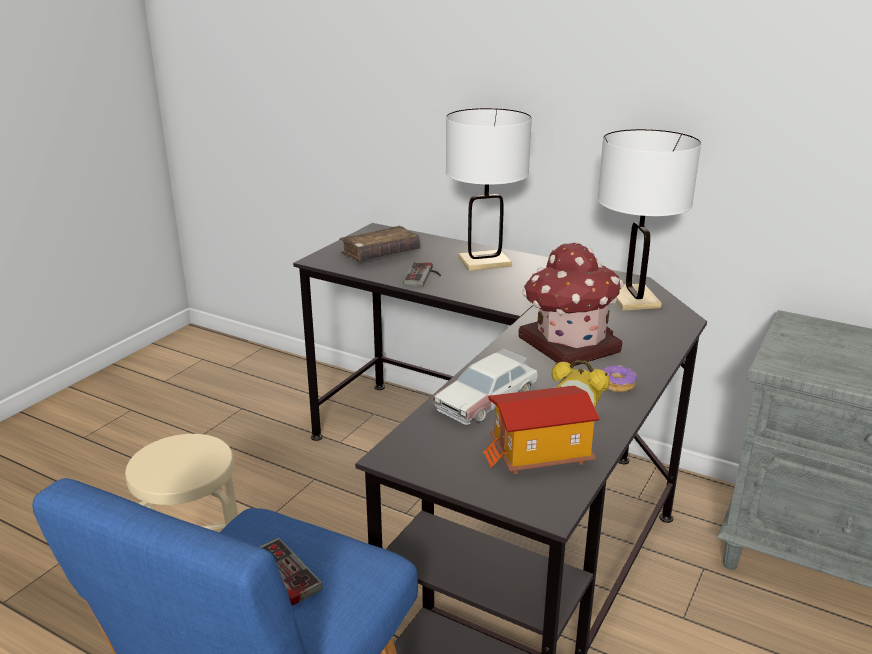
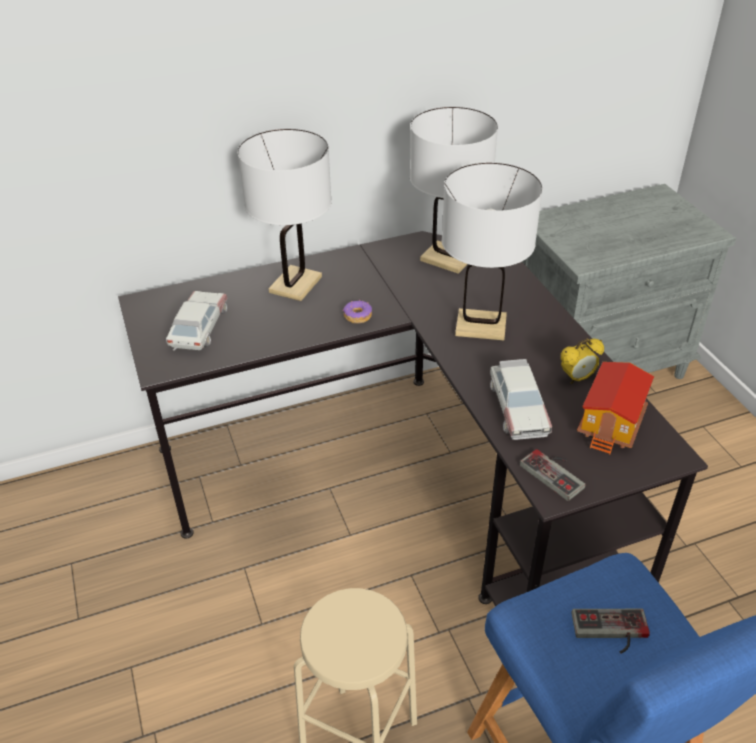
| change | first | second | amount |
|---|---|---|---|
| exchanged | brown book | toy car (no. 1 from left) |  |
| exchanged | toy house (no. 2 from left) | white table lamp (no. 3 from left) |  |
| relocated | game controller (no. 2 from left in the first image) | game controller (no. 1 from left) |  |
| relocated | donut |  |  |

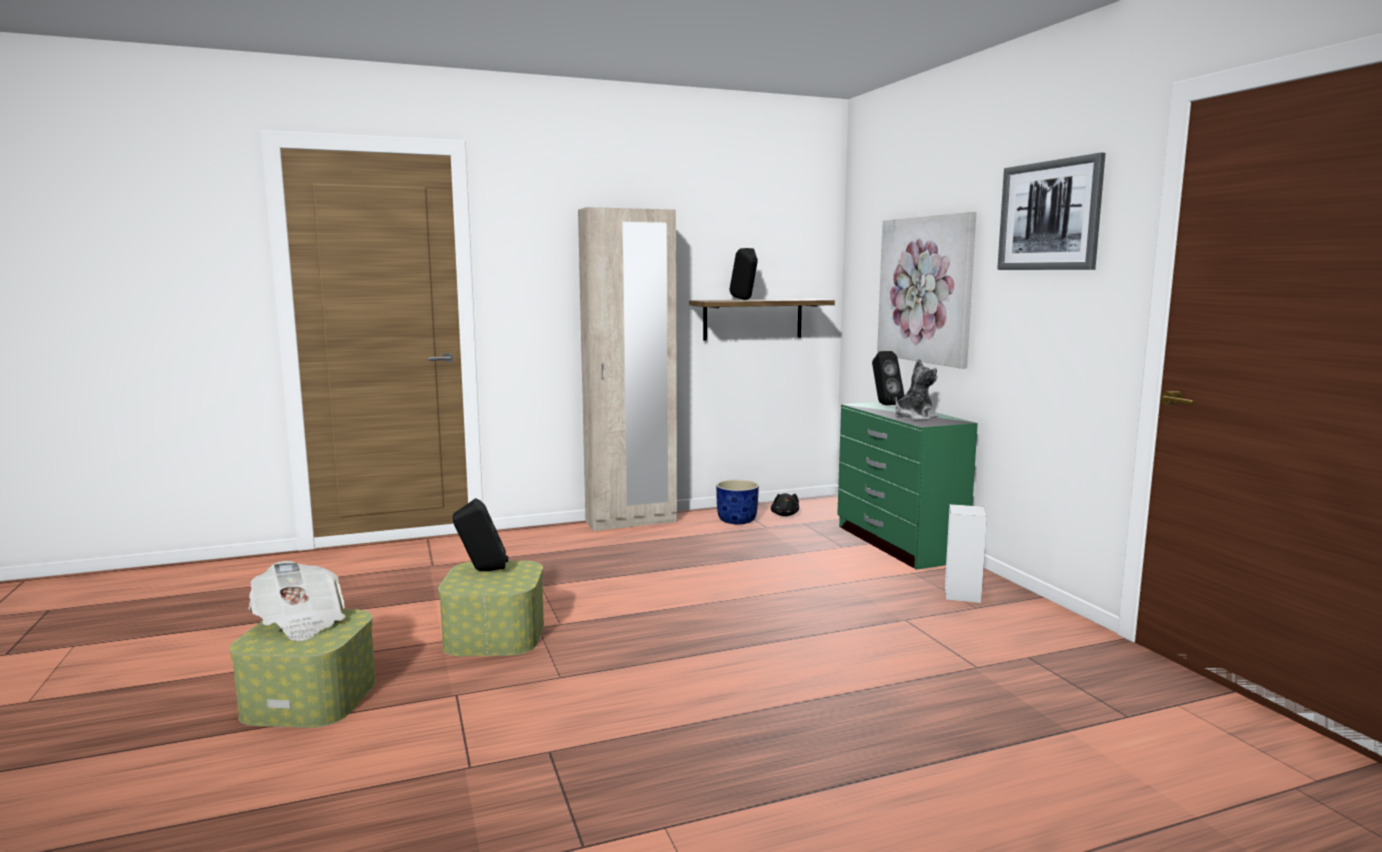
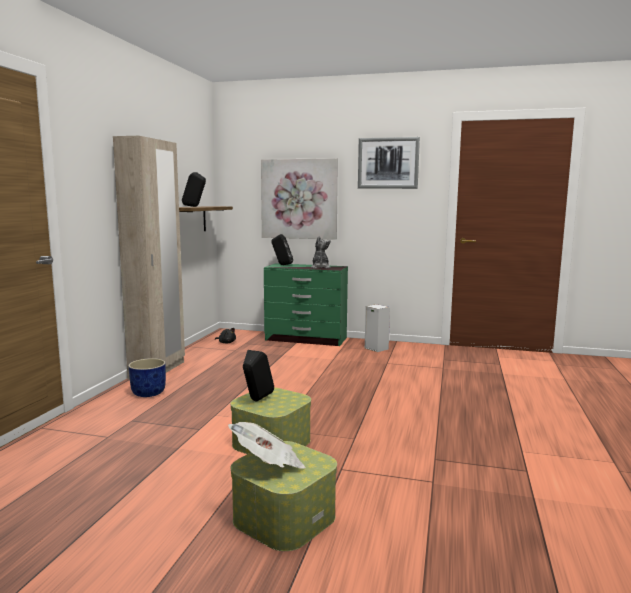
| change | first | second | amount |
|---|---|---|---|
| relocated | blue planter |  |  |

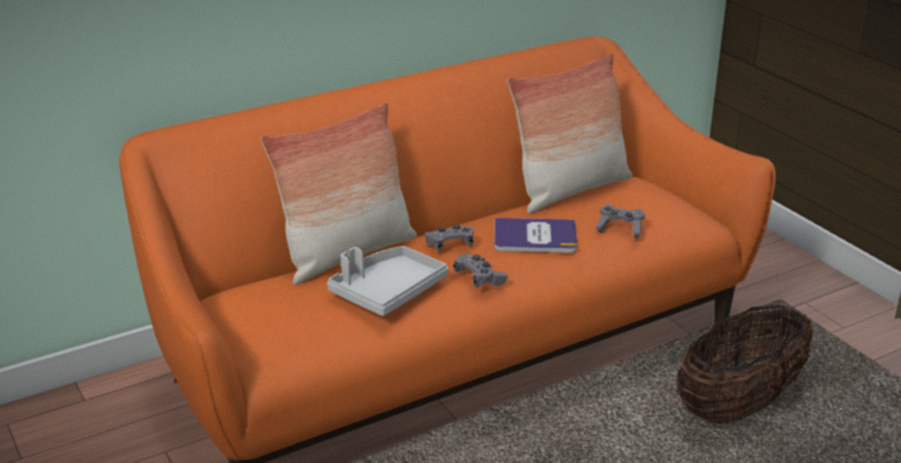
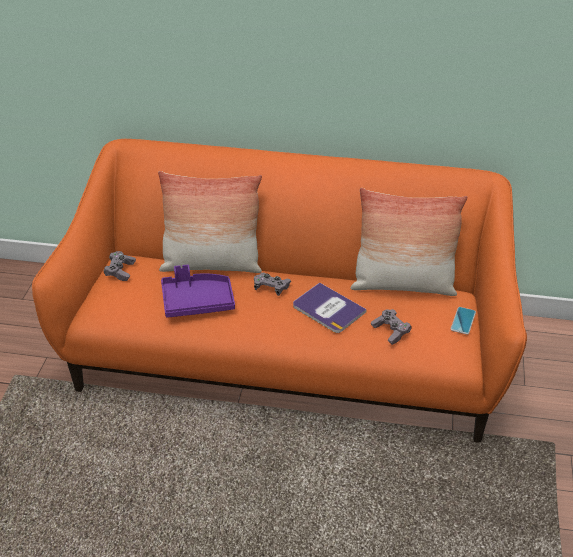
| change | first | second | amount |
|---|---|---|---|
| colour | grey tray | purple tray |  |
| relocated | grey game controller (no. 2 from left in the first image) | grey game controller (no. 1 from left) |  |
| missing | basket |  |  |
| appeared |  | phone |  |

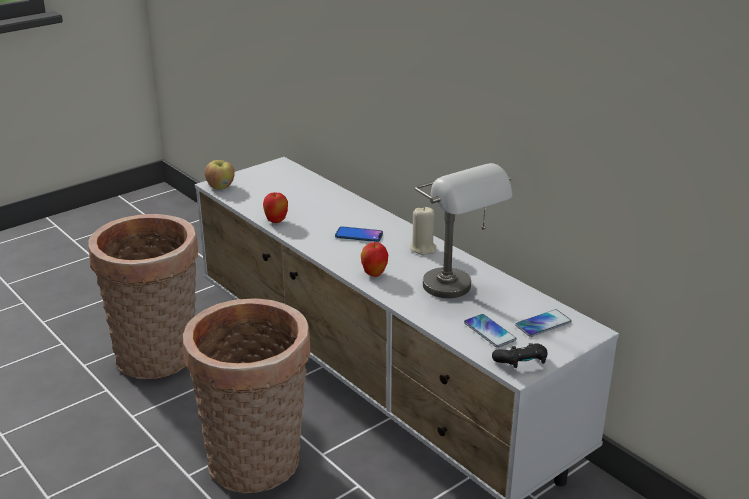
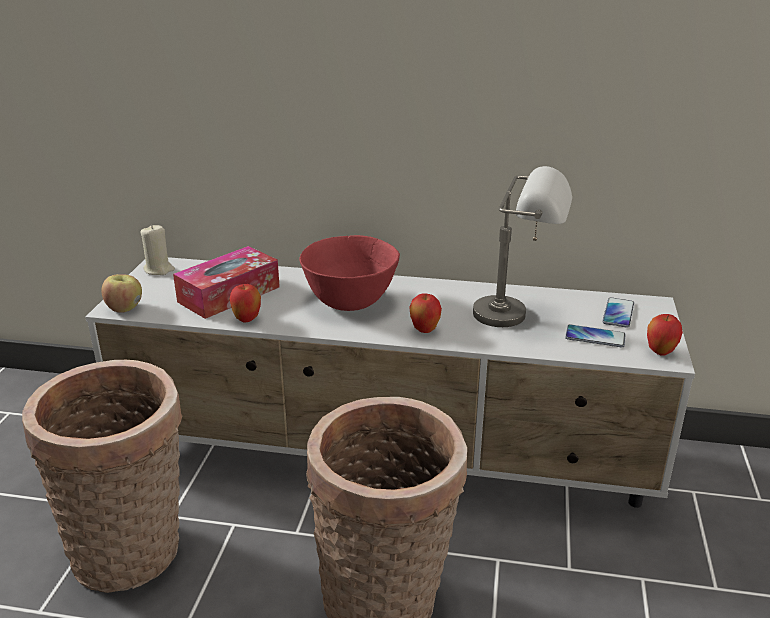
| change | first | second | amount |
|---|---|---|---|
| relocated | beige candle |  |  |
| exchanged | phone (no. 1 from left) | red bowl |  |
| exchanged | black game controller | apple (no. 4 from left) |  |
| appeared |  | tissue box |  |

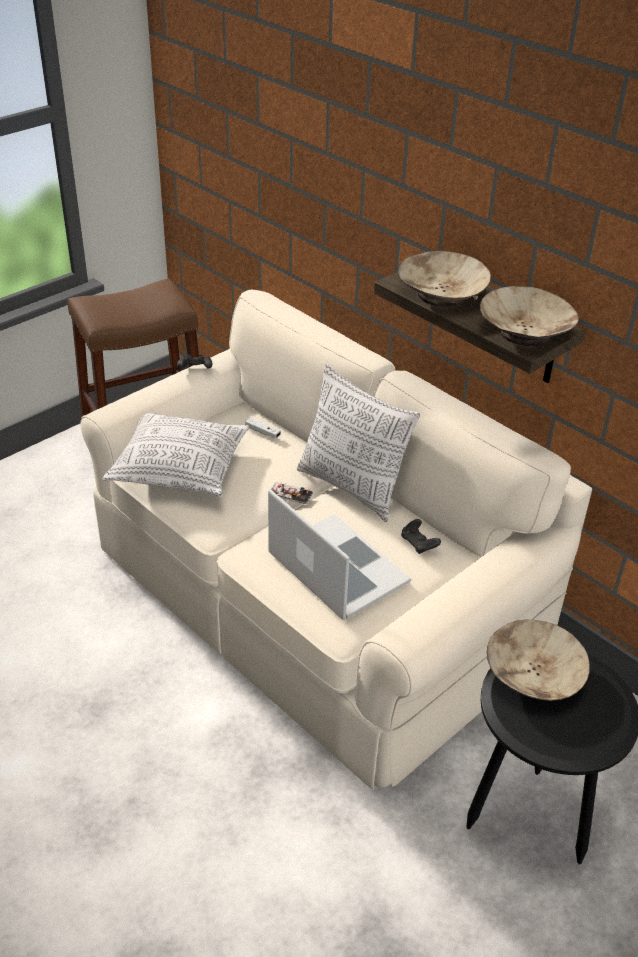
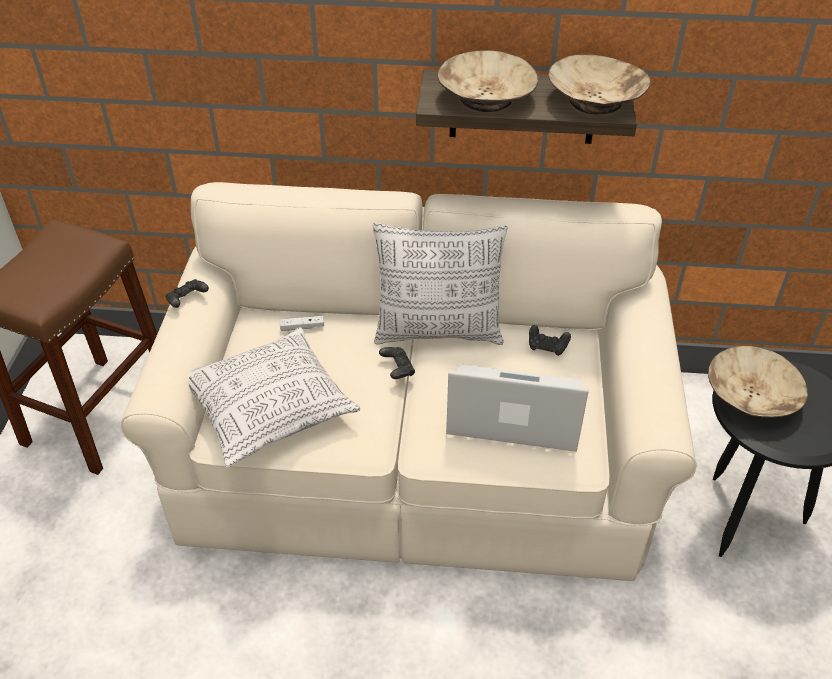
| change | first | second | amount |
|---|---|---|---|
| exchanged | phone | black game controller (no. 2 from left) |  |

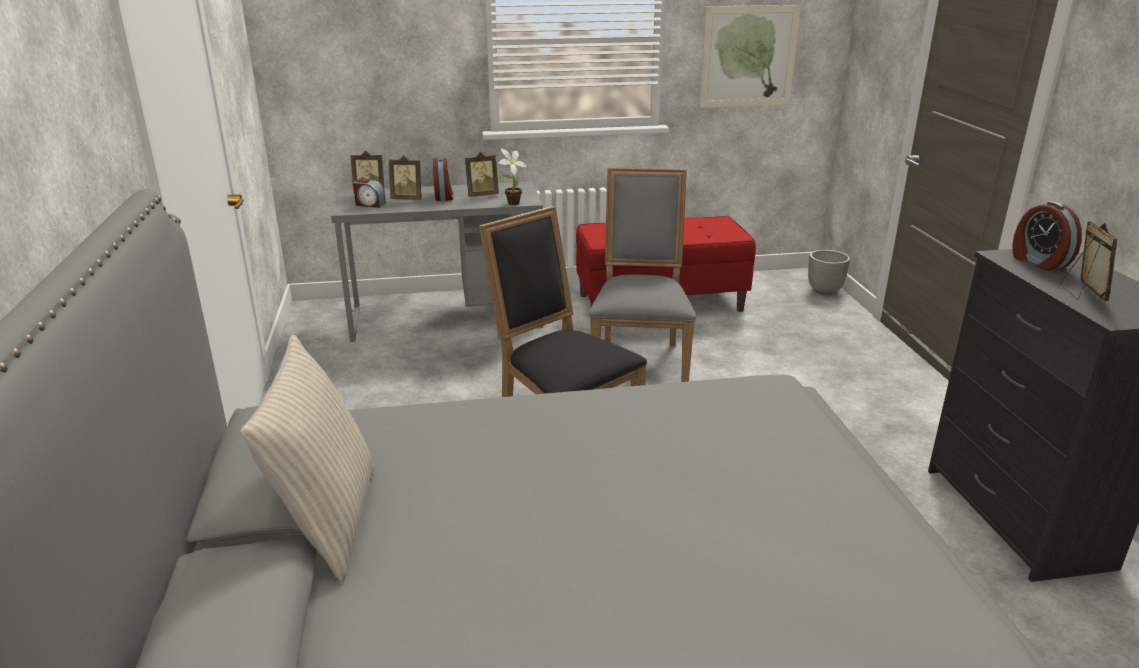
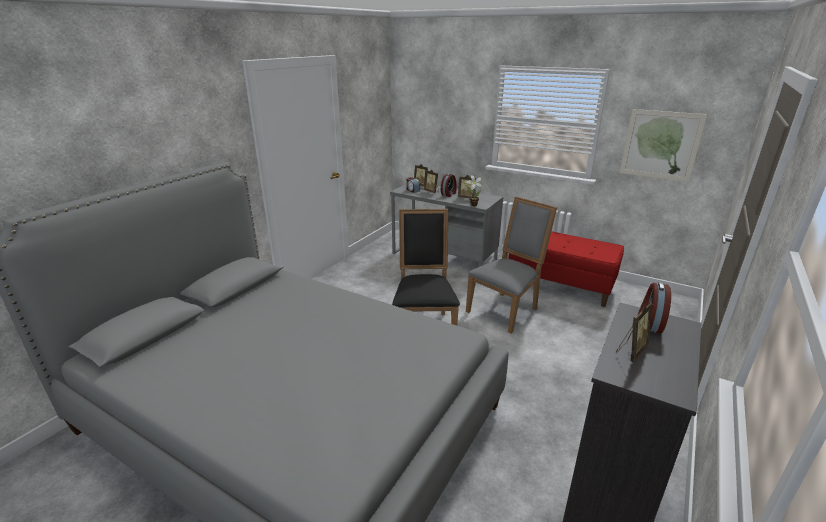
| change | first | second | amount |
|---|---|---|---|
| missing | planter |  |  |
| missing | beige pillow |  |  |

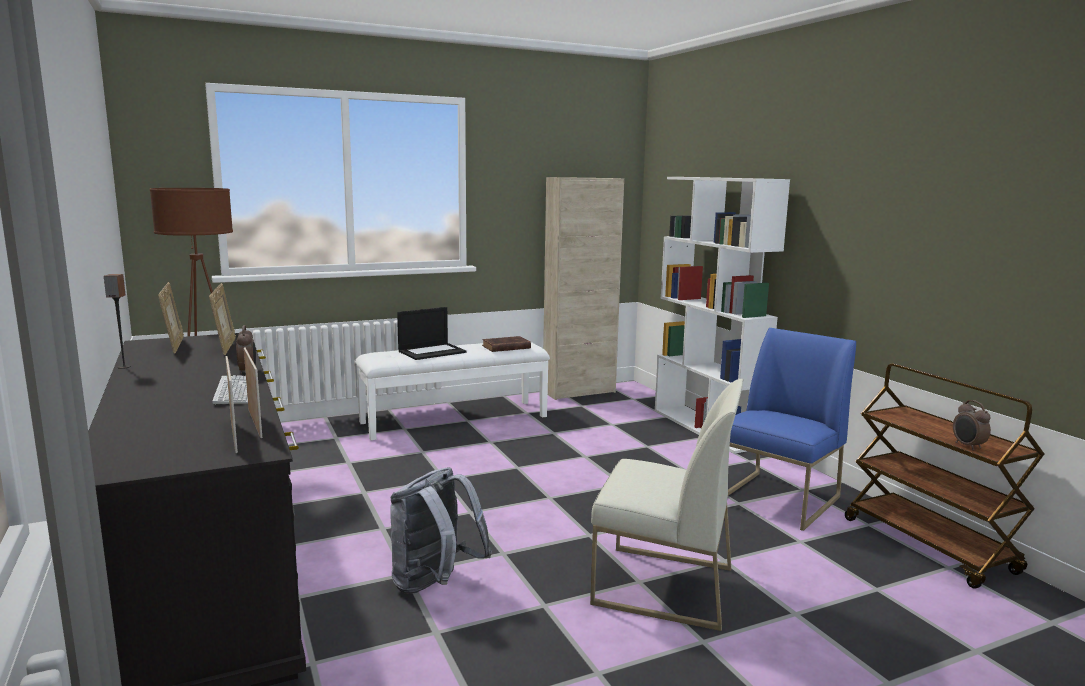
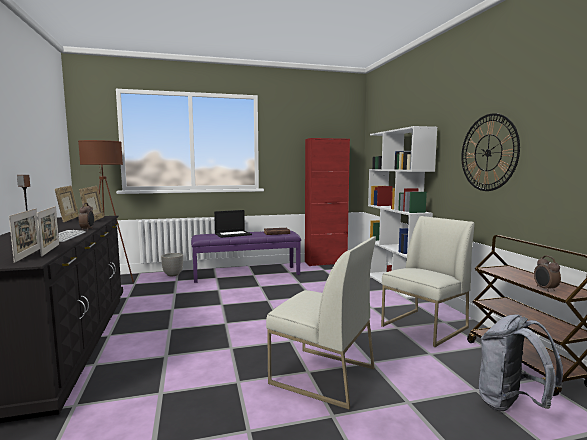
| change | first | second | amount |
|---|---|---|---|
| colour | beige cabinet | red cabinet |  |
| colour | blue chair | white chair (no. 2 from left) |  |
| colour | white bench | purple bench |  |
| relocated | grey backpack |  |  |
| appeared |  | wall clock |  |
| appeared |  | planter |  |

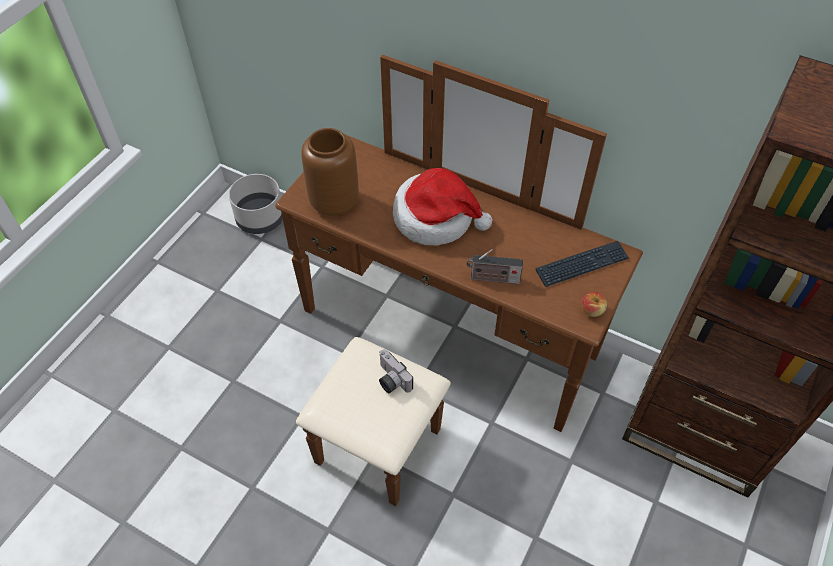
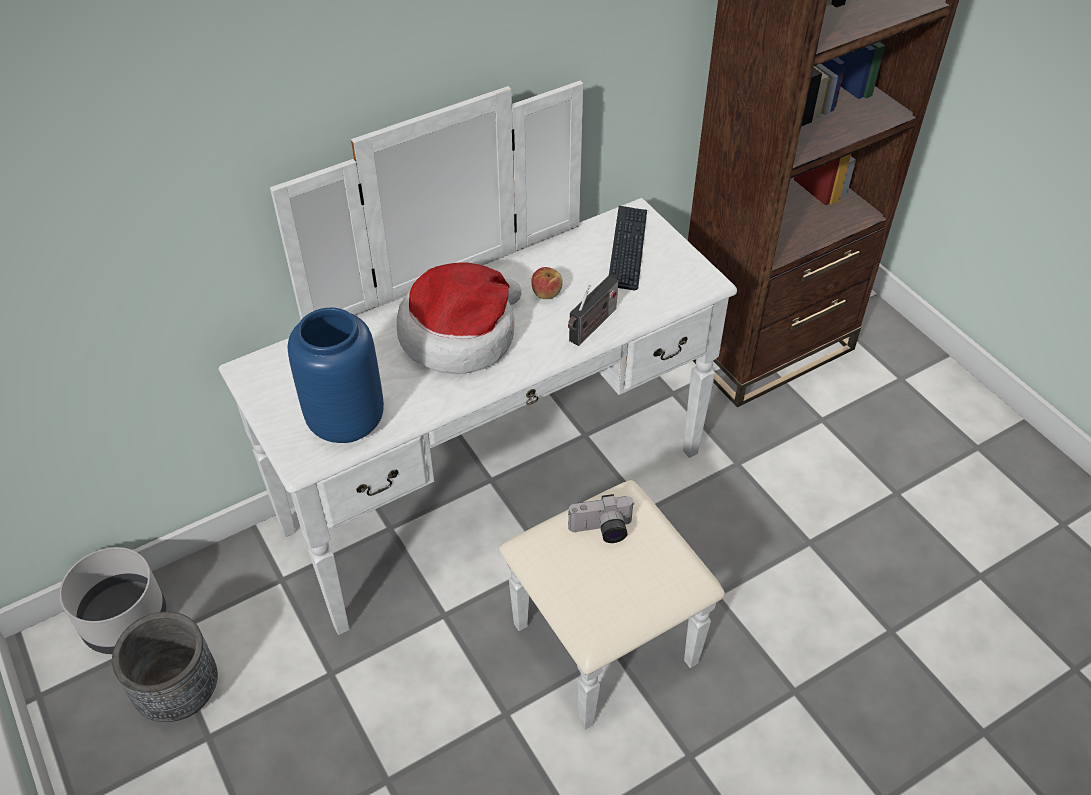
| change | first | second | amount |
|---|---|---|---|
| colour | brown dresser | white dresser |  |
| colour | brown vase | blue vase |  |
| relocated | apple |  |  |
| appeared |  | grey planter (no. 2 from left) |  |

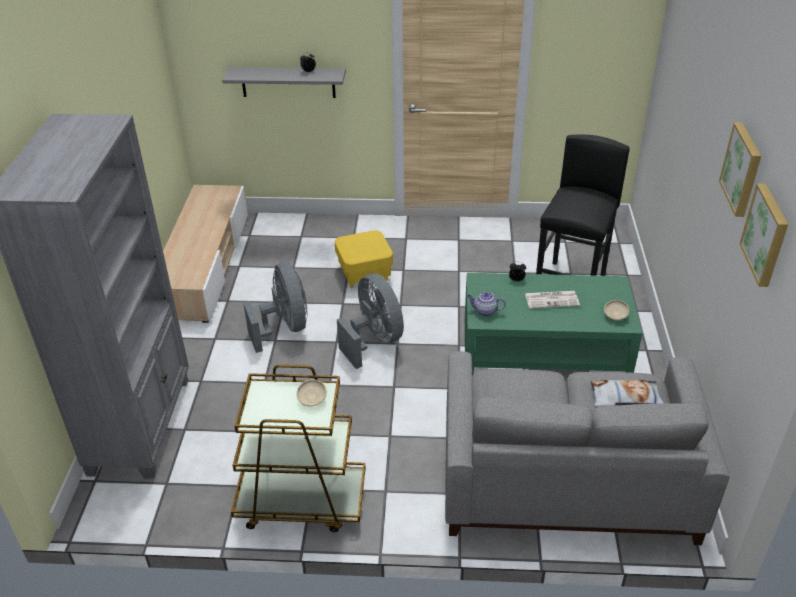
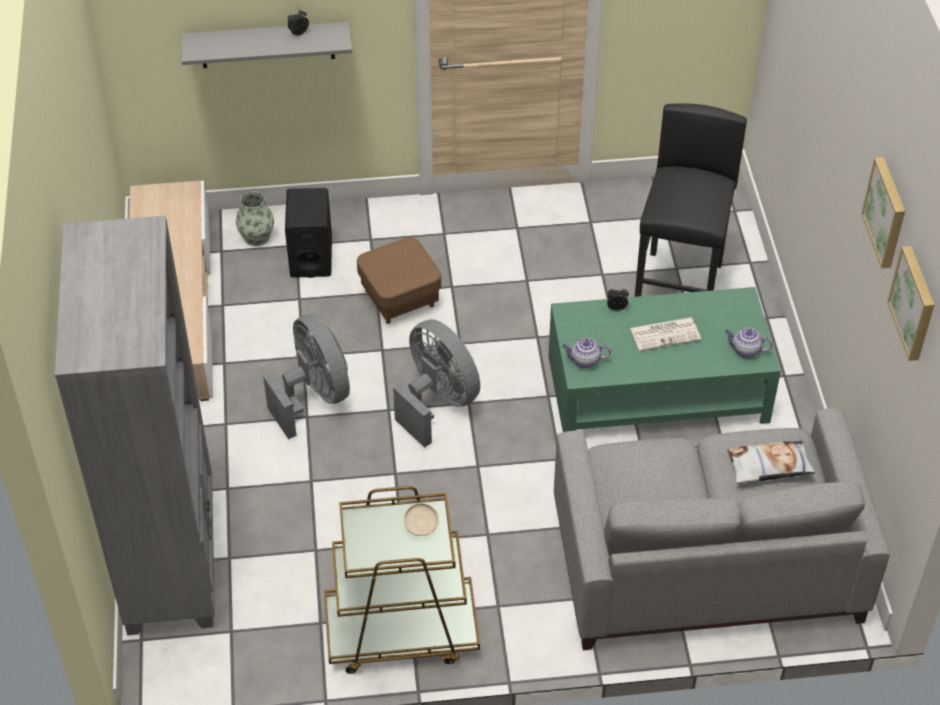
| change | first | second | amount |
|---|---|---|---|
| colour | yellow ottoman | brown ottoman |  |
| exchanged | beige bowl (no. 2 from left) | teapot (no. 2 from left) |  |
| appeared |  | black speaker |  |
| appeared |  | vase |  |

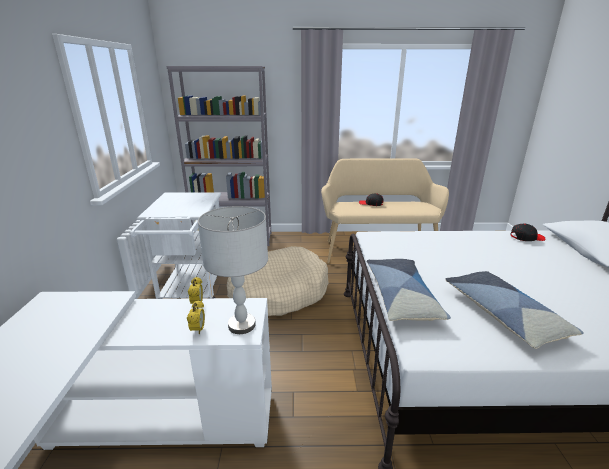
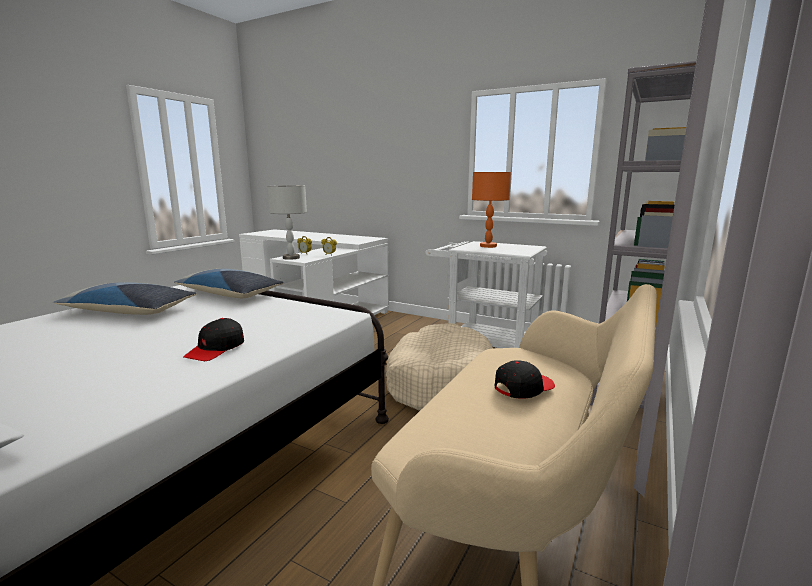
| change | first | second | amount |
|---|---|---|---|
| relocated | black cap (no. 2 from left in the first image) | black cap (no. 1 from left) |  |
| appeared |  | orange table lamp |  |

